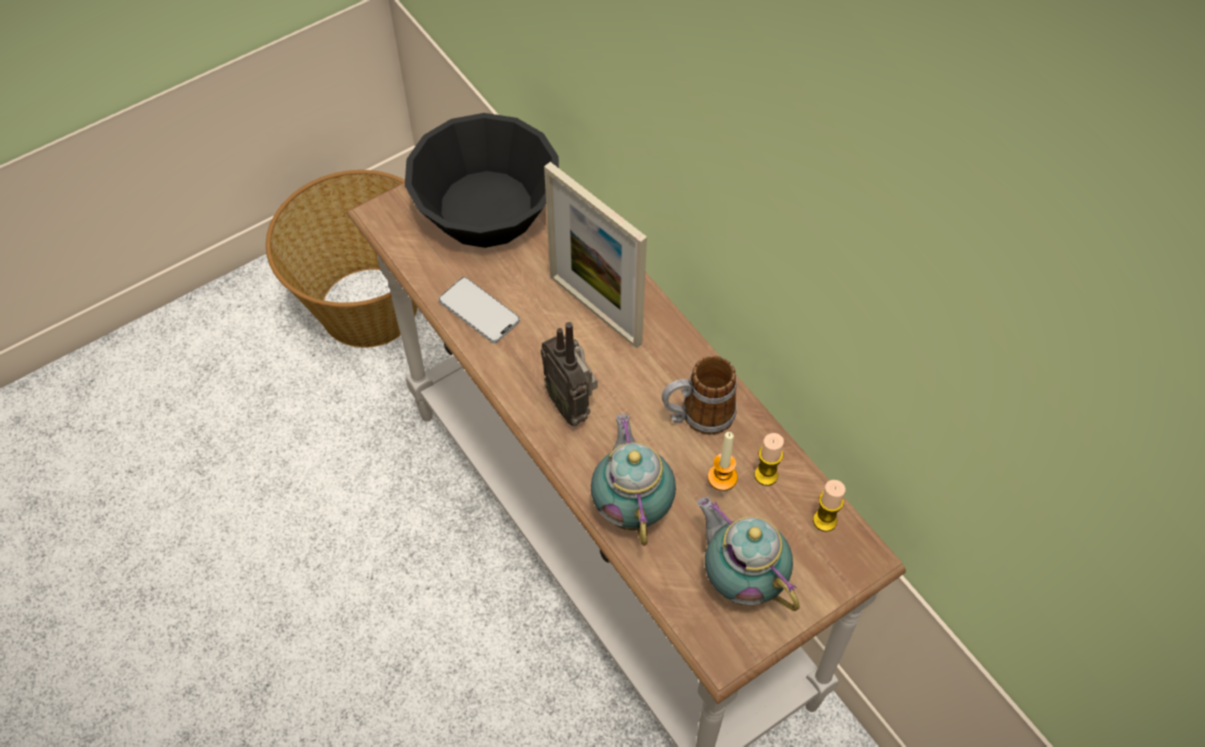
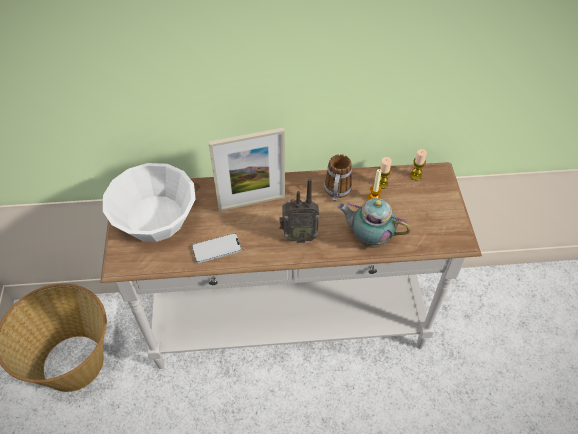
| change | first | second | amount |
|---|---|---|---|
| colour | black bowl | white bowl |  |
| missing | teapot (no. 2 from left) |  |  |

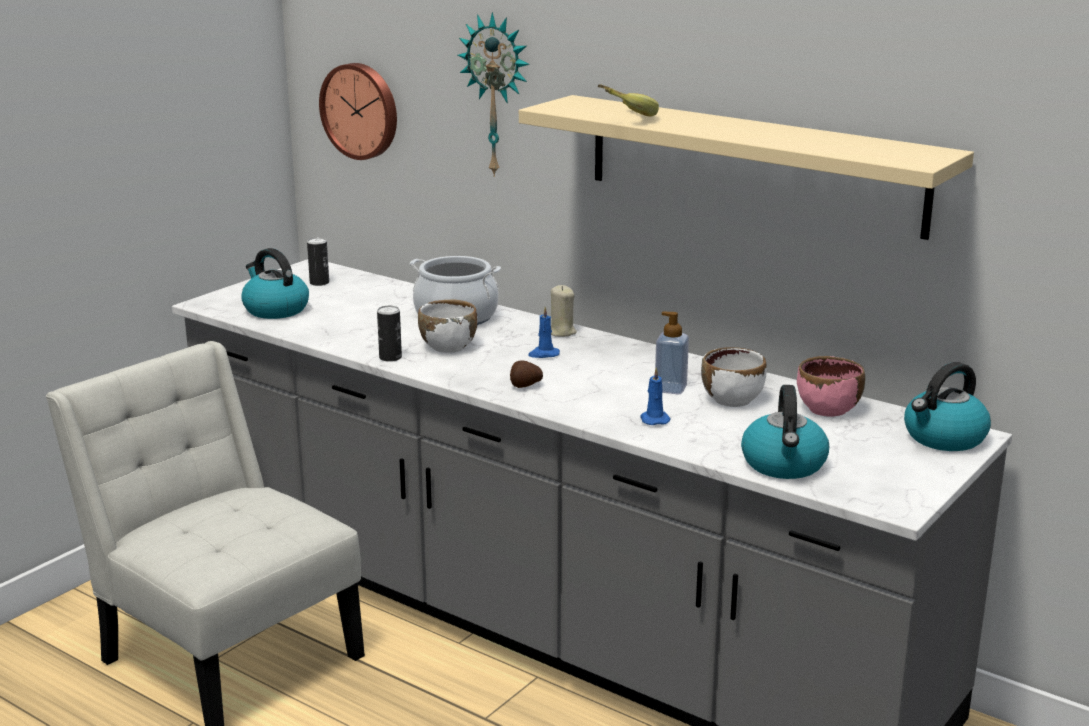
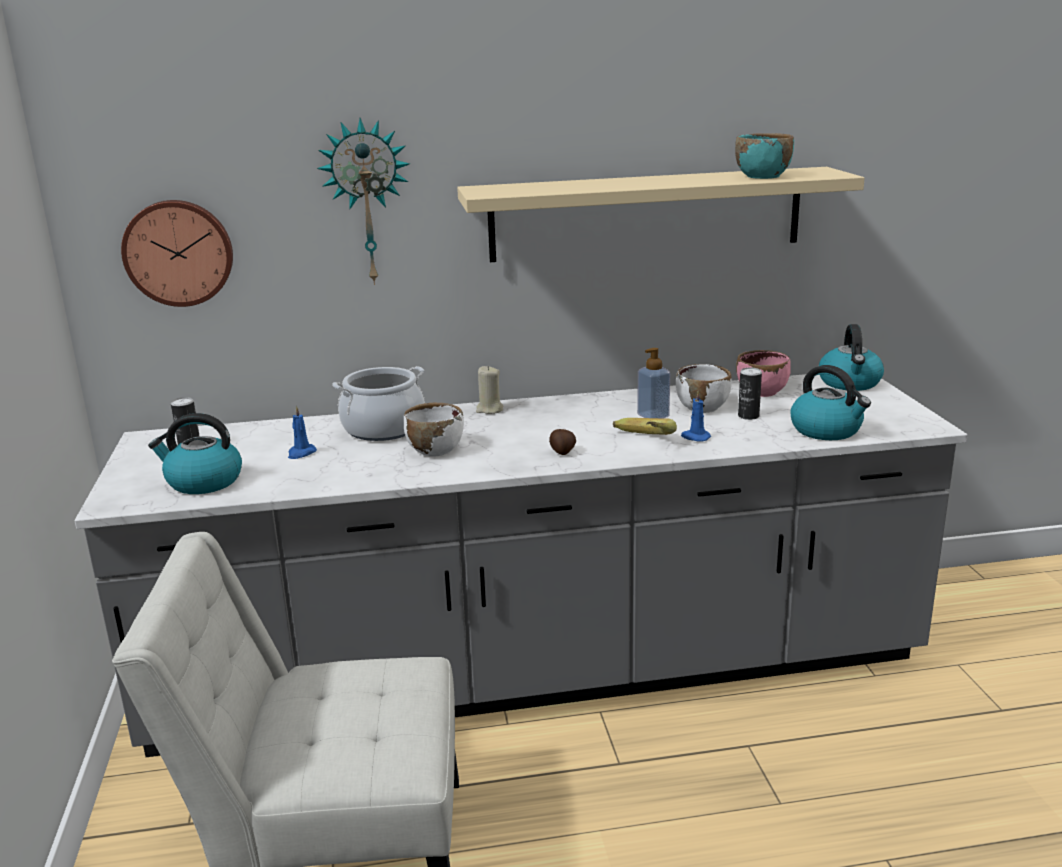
| change | first | second | amount |
|---|---|---|---|
| relocated | banana |  |  |
| relocated | can (no. 2 from left) |  |  |
| relocated | blue candle (no. 1 from left) |  |  |
| appeared |  | turquoise bowl |  |

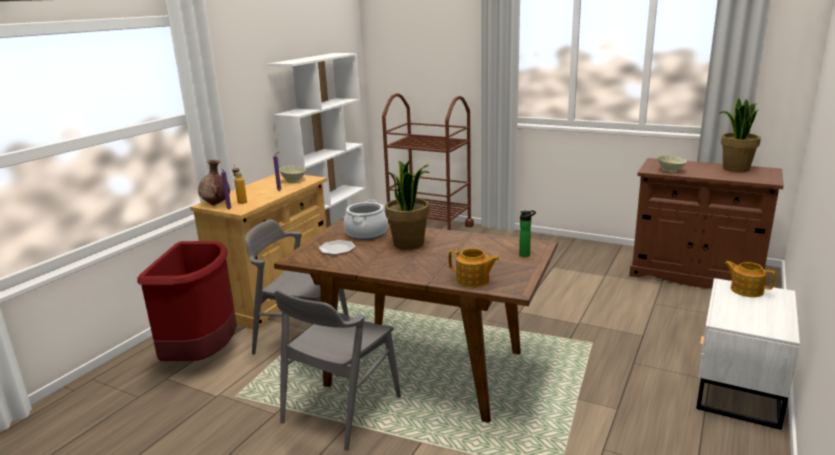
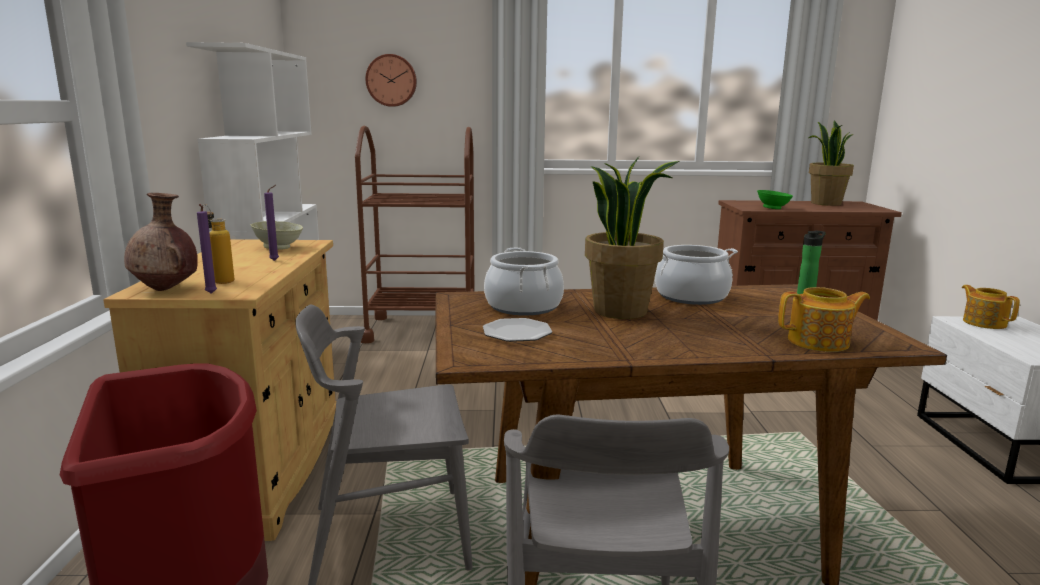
| change | first | second | amount |
|---|---|---|---|
| colour | beige bowl (no. 2 from left) | green bowl |  |
| spun | teapot (no. 2 from left) |  | 60 degrees clockwise |
| appeared |  | wall clock |  |
| appeared |  | cooking pot (no. 2 from left) |  |

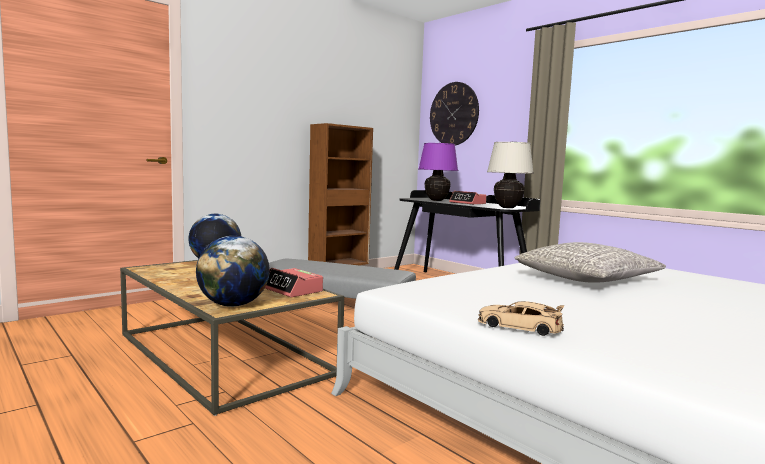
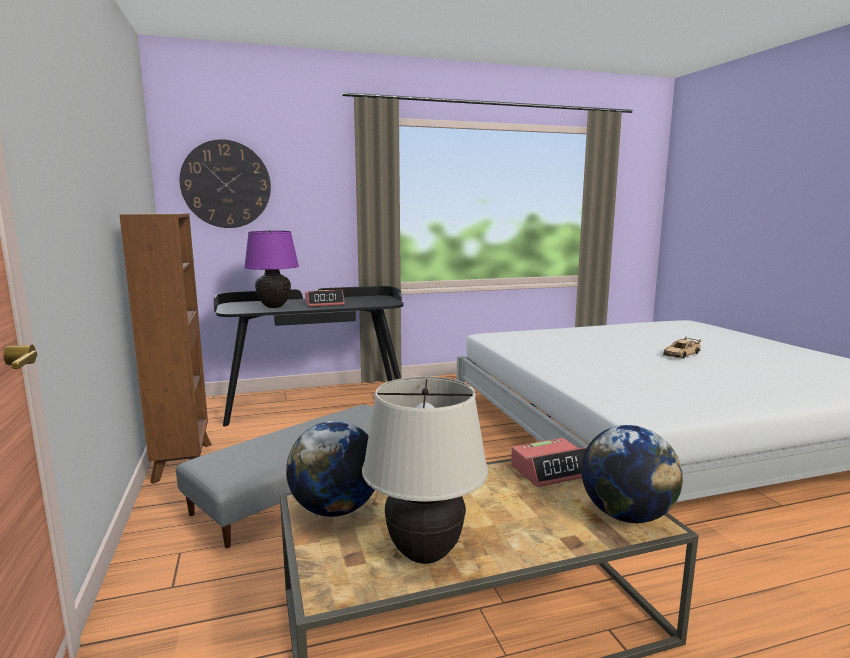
| change | first | second | amount |
|---|---|---|---|
| relocated | beige table lamp |  |  |
| missing | grey pillow |  |  |
| relocated | beige toy car |  |  |

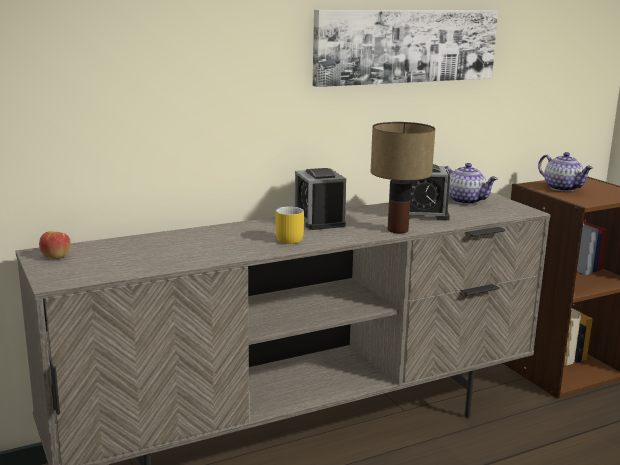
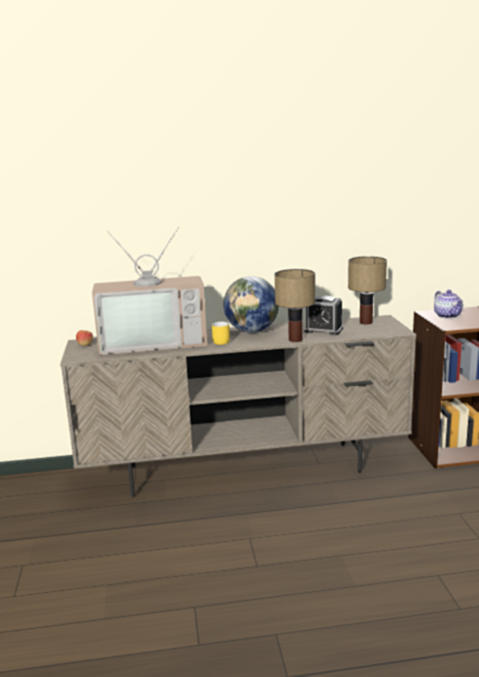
| change | first | second | amount |
|---|---|---|---|
| missing | picture |  |  |
| exchanged | teapot (no. 1 from left) | table lamp (no. 2 from left) |  |
| exchanged | alarm clock (no. 1 from left) | globe |  |
| appeared |  | television |  |

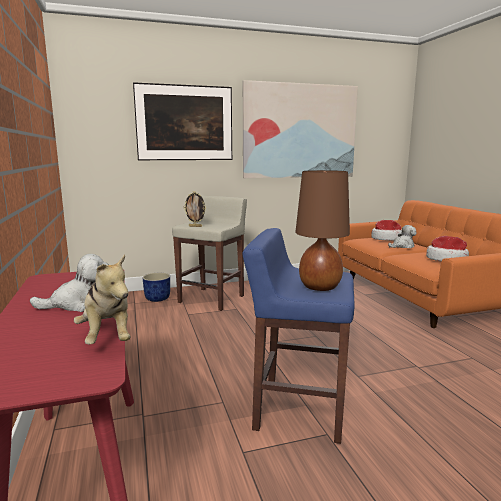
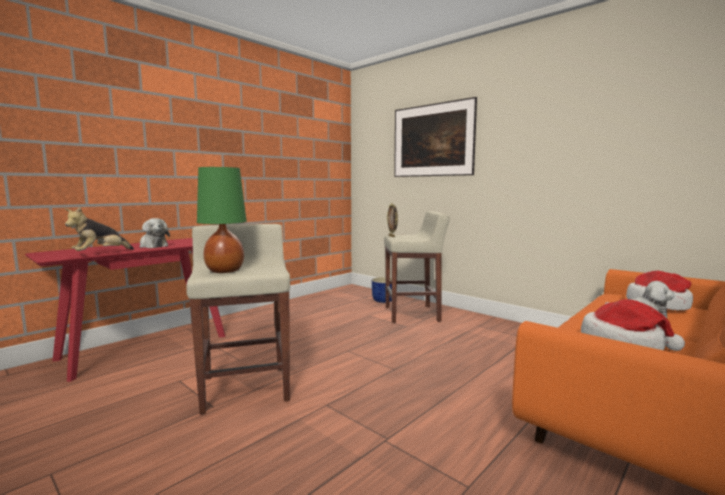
| change | first | second | amount |
|---|---|---|---|
| missing | picture (no. 2 from left) |  |  |
| colour | brown table lamp | green table lamp |  |
| colour | blue stool | beige stool (no. 1 from left) |  |

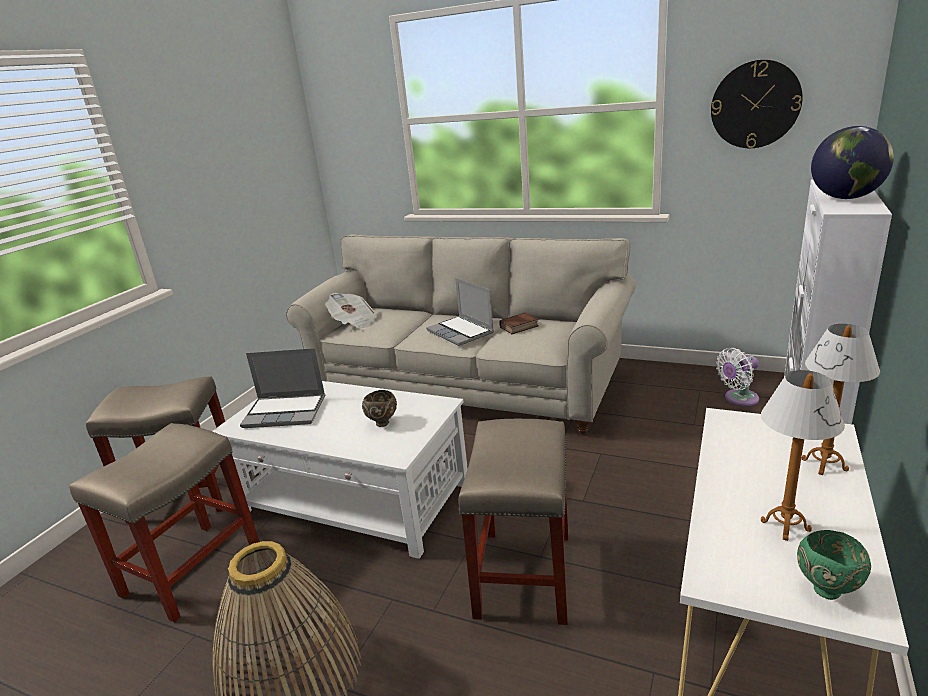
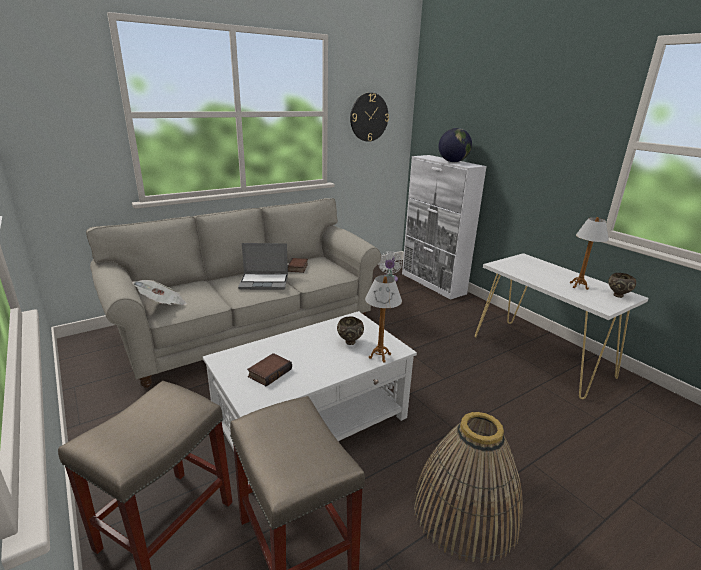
| change | first | second | amount |
|---|---|---|---|
| relocated | table lamp (no. 2 from left in the first image) | table lamp (no. 1 from left) |  |
| exchanged | laptop (no. 1 from left) | book (no. 1 from left) |  |
| missing | beige stool (no. 3 from left) |  |  |
| colour | green bowl | brown bowl (no. 2 from left) |  |

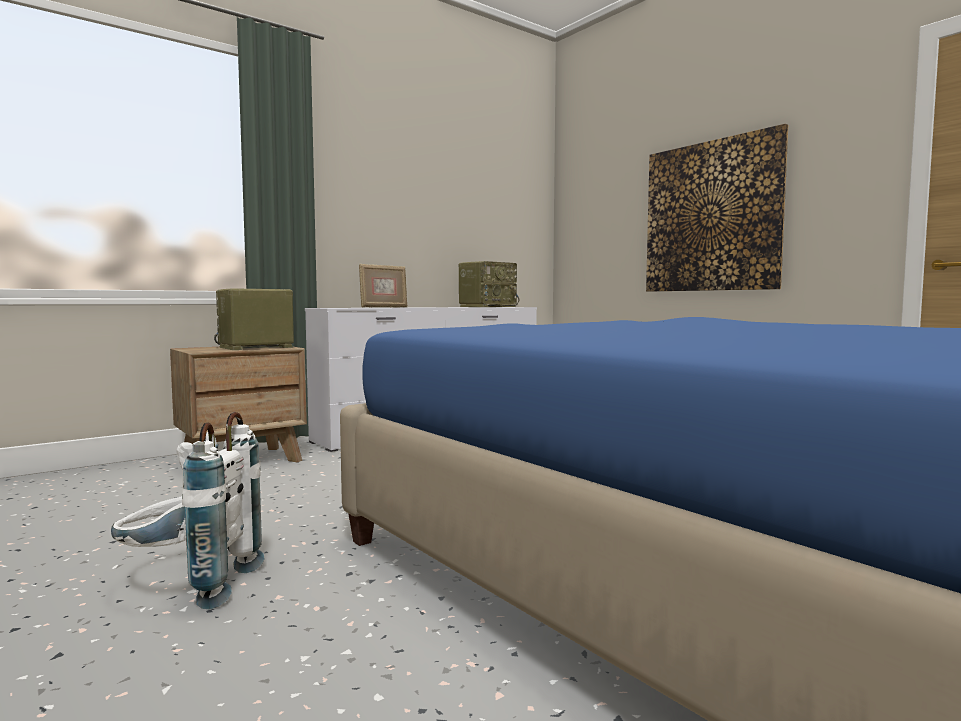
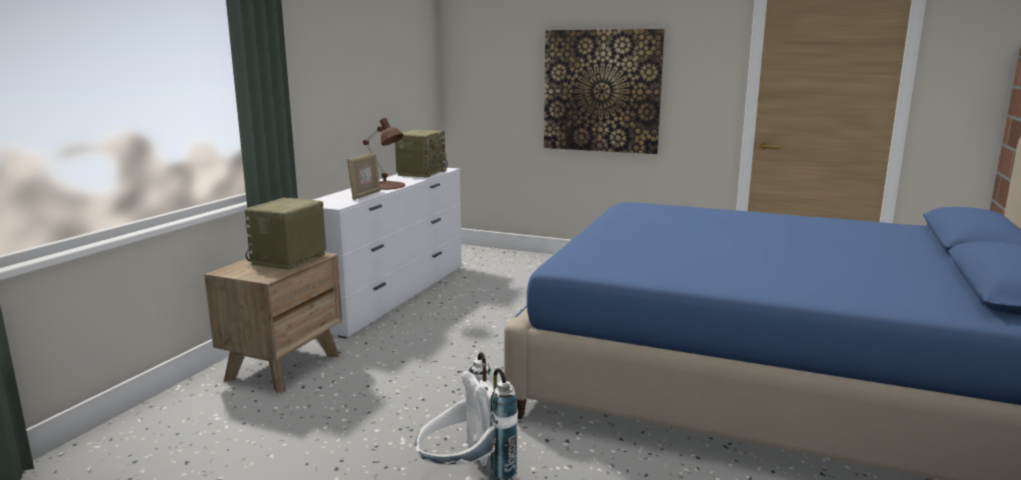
| change | first | second | amount |
|---|---|---|---|
| appeared |  | brown table lamp |  |

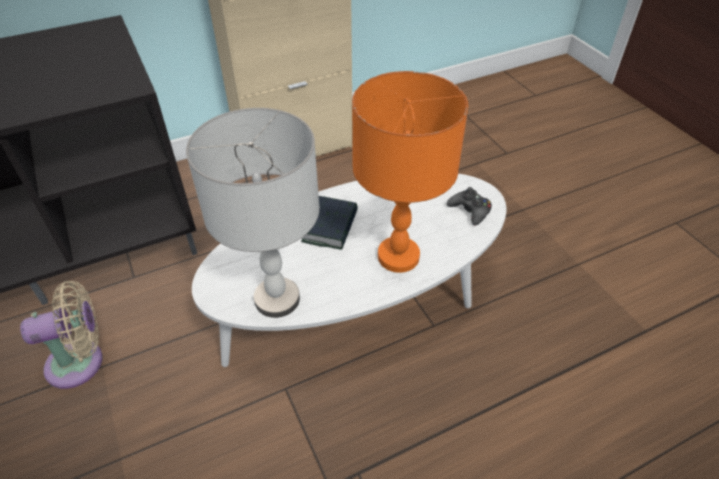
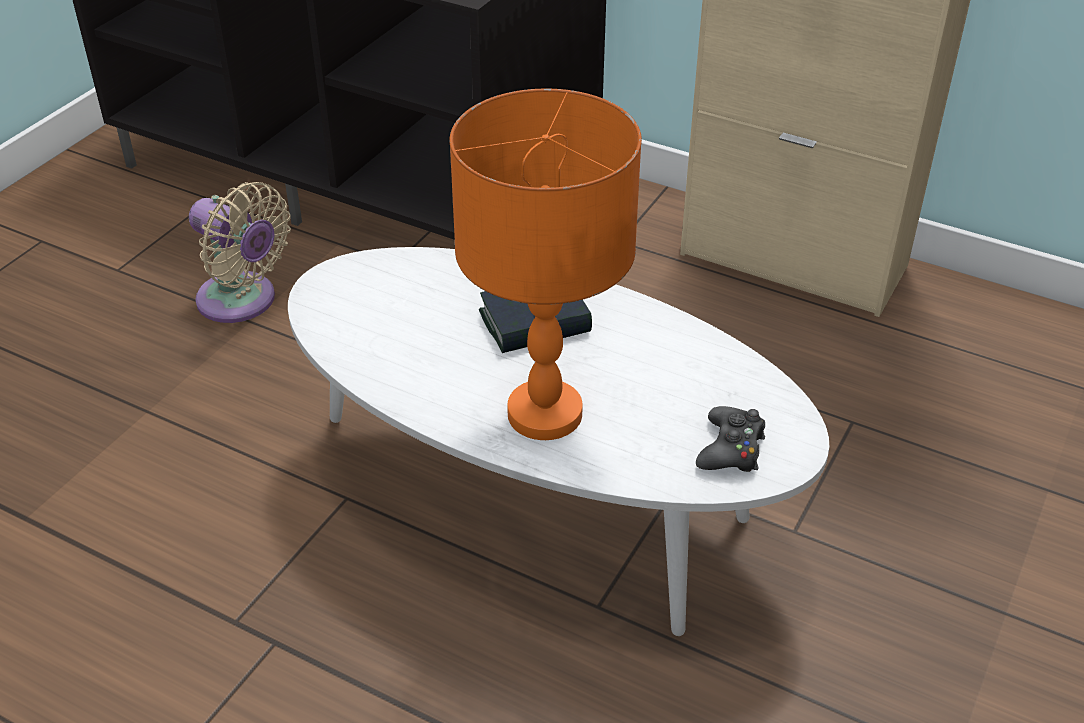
| change | first | second | amount |
|---|---|---|---|
| missing | grey table lamp |  |  |

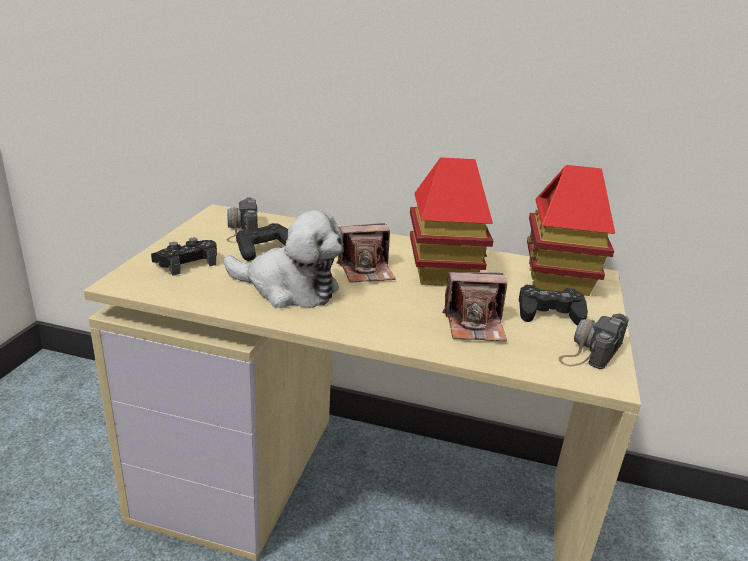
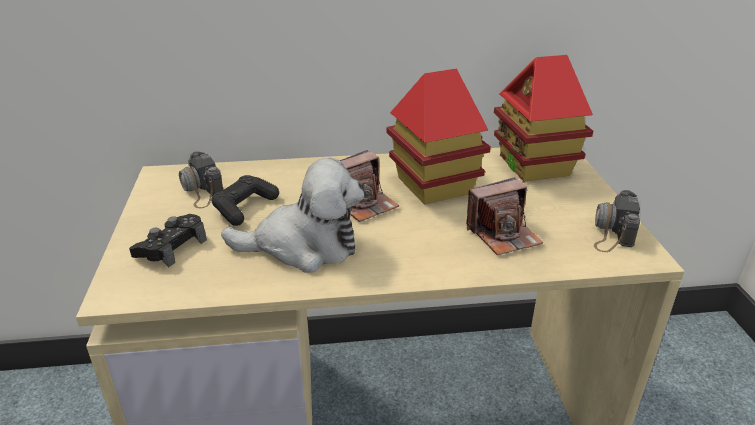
| change | first | second | amount |
|---|---|---|---|
| missing | black game controller (no. 3 from left) |  |  |

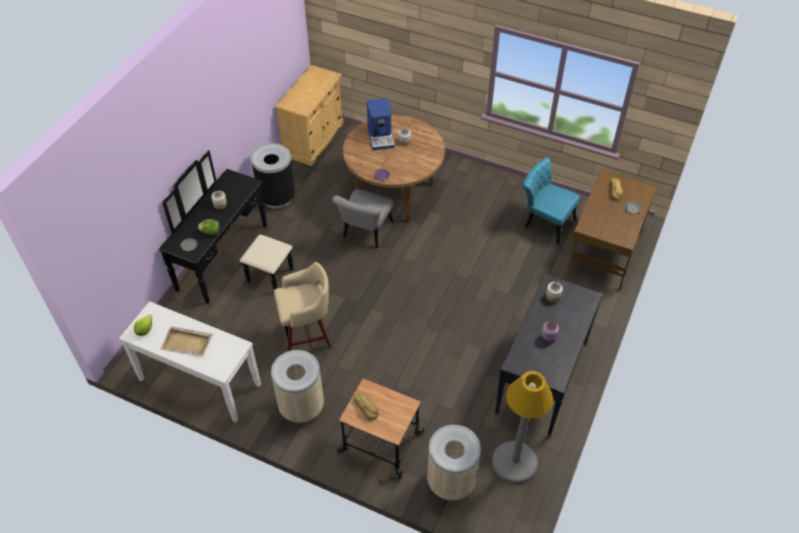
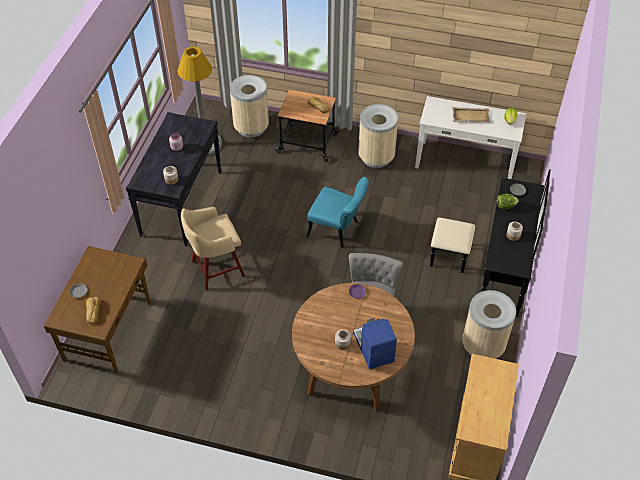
| change | first | second | amount |
|---|---|---|---|
| colour | black trash can | beige trash can (no. 3 from left) |  |
| relocated | turquoise chair |  |  |
| relocated | beige stool |  |  |

